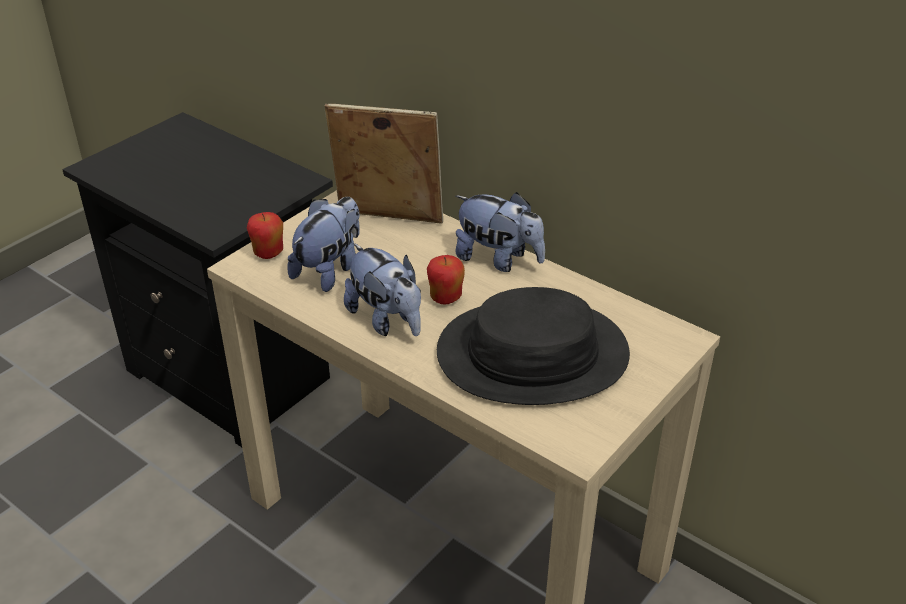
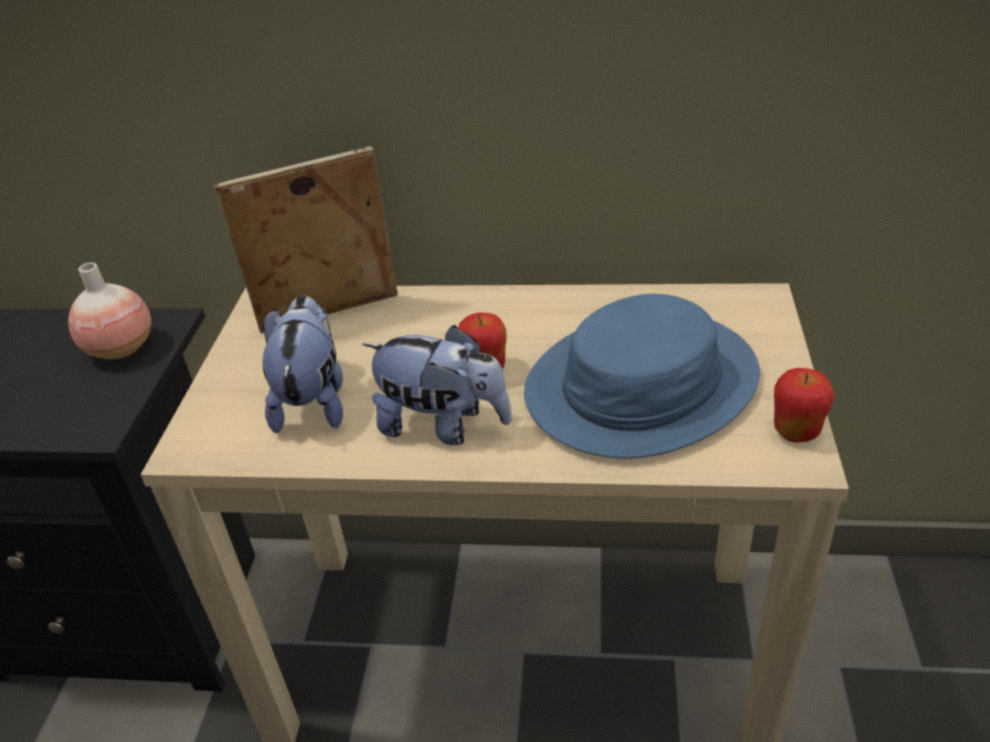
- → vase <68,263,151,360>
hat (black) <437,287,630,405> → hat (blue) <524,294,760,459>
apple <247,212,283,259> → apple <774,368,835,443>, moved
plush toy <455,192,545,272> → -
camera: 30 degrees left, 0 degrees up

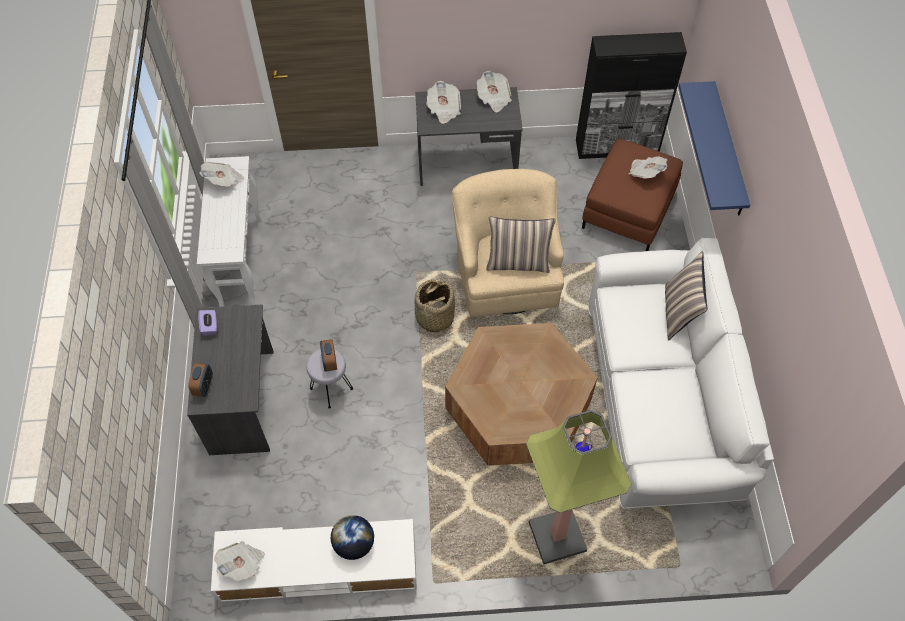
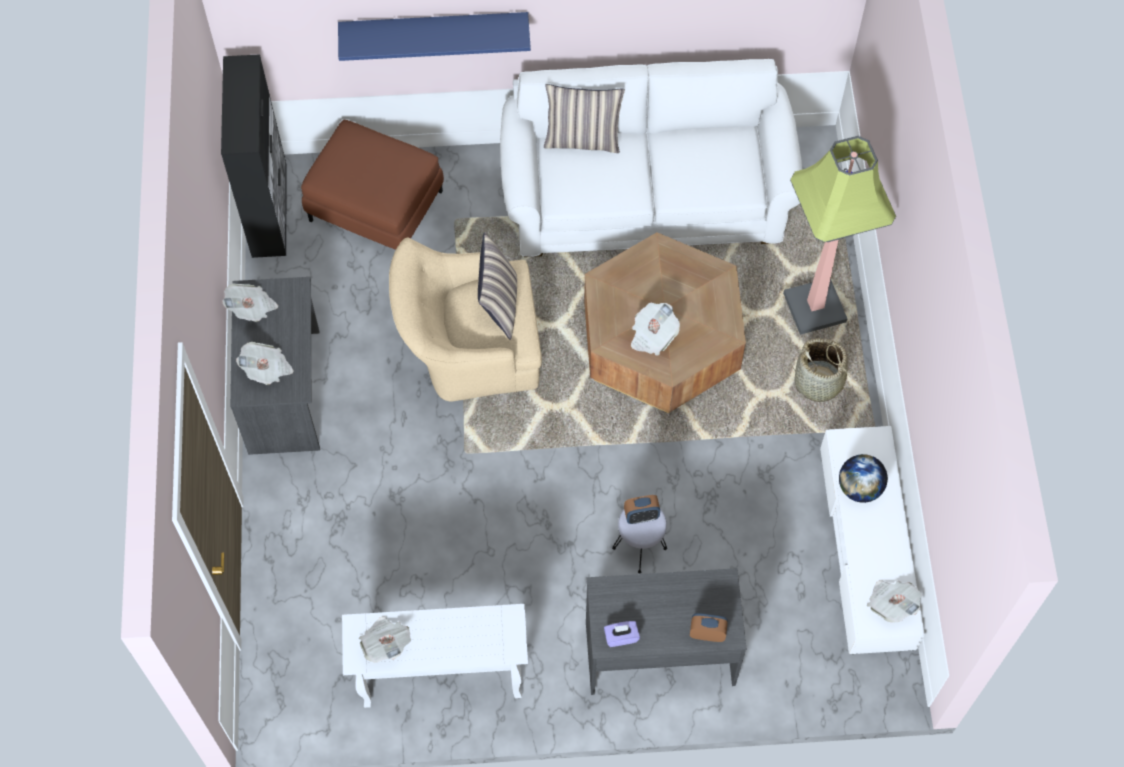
newspaper <629,156,667,178> → newspaper <631,302,680,356>, moved
basket <415,279,455,333> → basket <791,338,853,402>, moved
camera: 90 degrees left, 5 degrees up

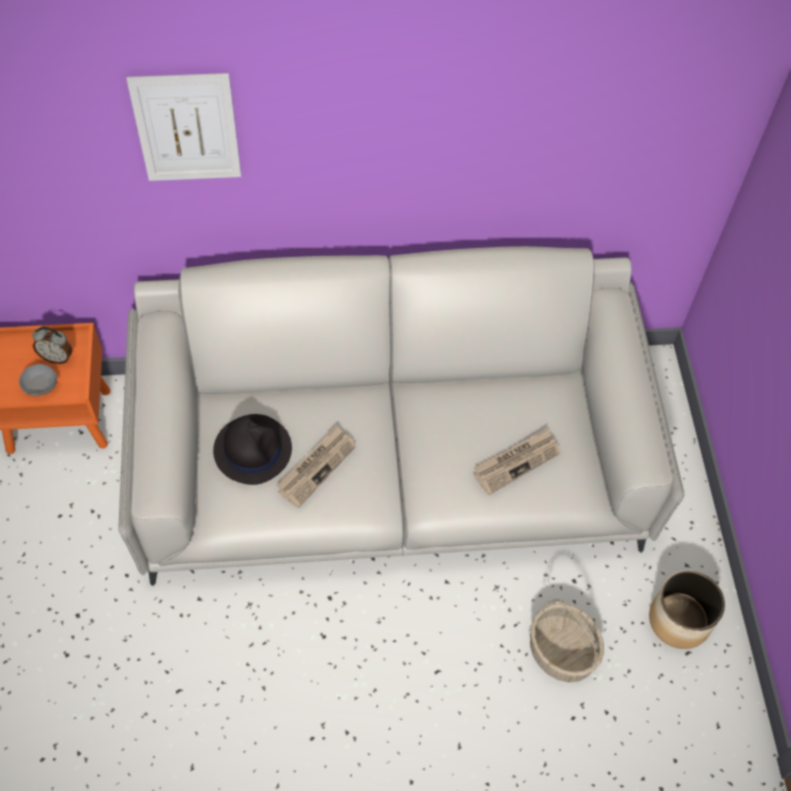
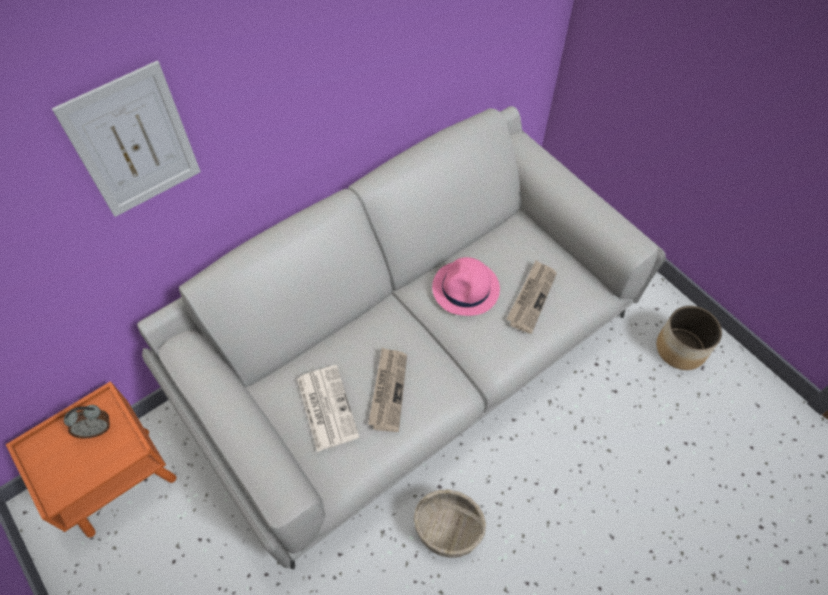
hat (black) <213,414,292,485> → newspaper <297,365,359,452>
basket <530,599,604,682> → basket <414,489,486,558>, moved
- → hat (pink) <432,257,500,316>
bowl (grey) <19,364,57,396> → -
camera: 30 degrees left, 0 degrees up

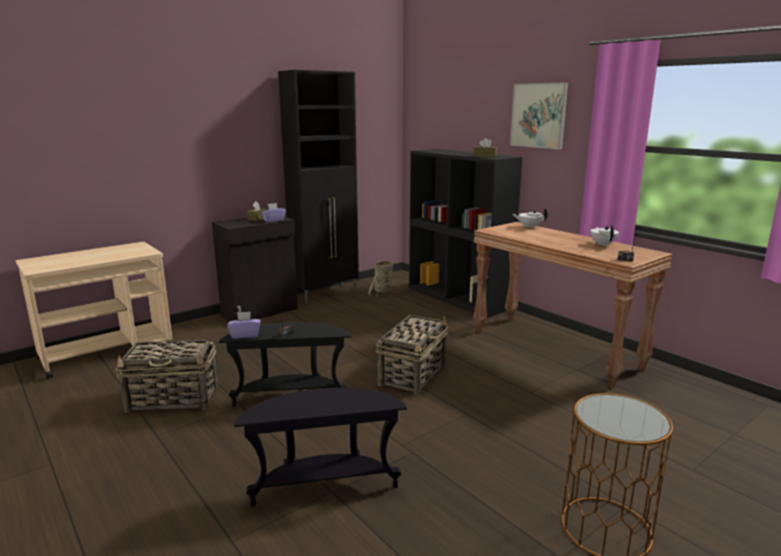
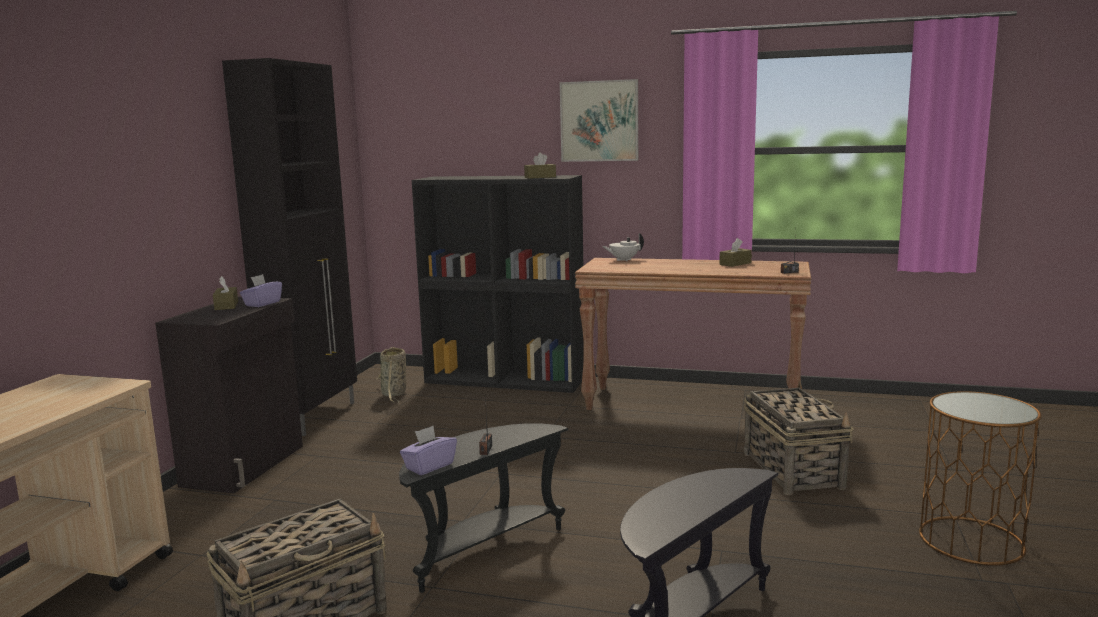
teapot (white) <591,225,619,246> → tissue box (brown) <719,238,752,267>
basket <376,315,448,395> → basket <744,380,854,495>, moved
camera: 35 degrees left, 5 degrees down

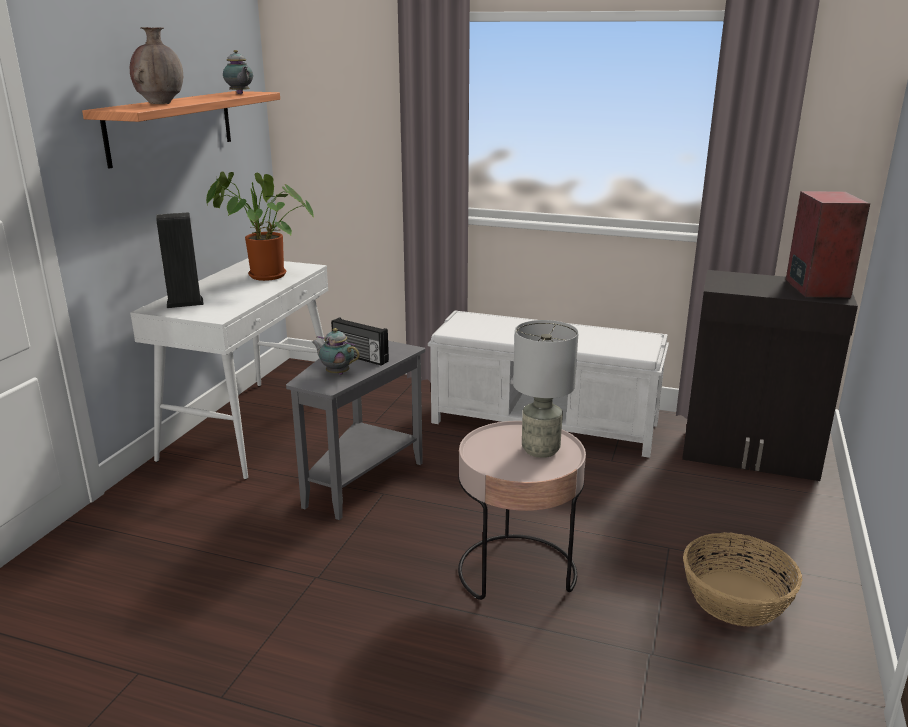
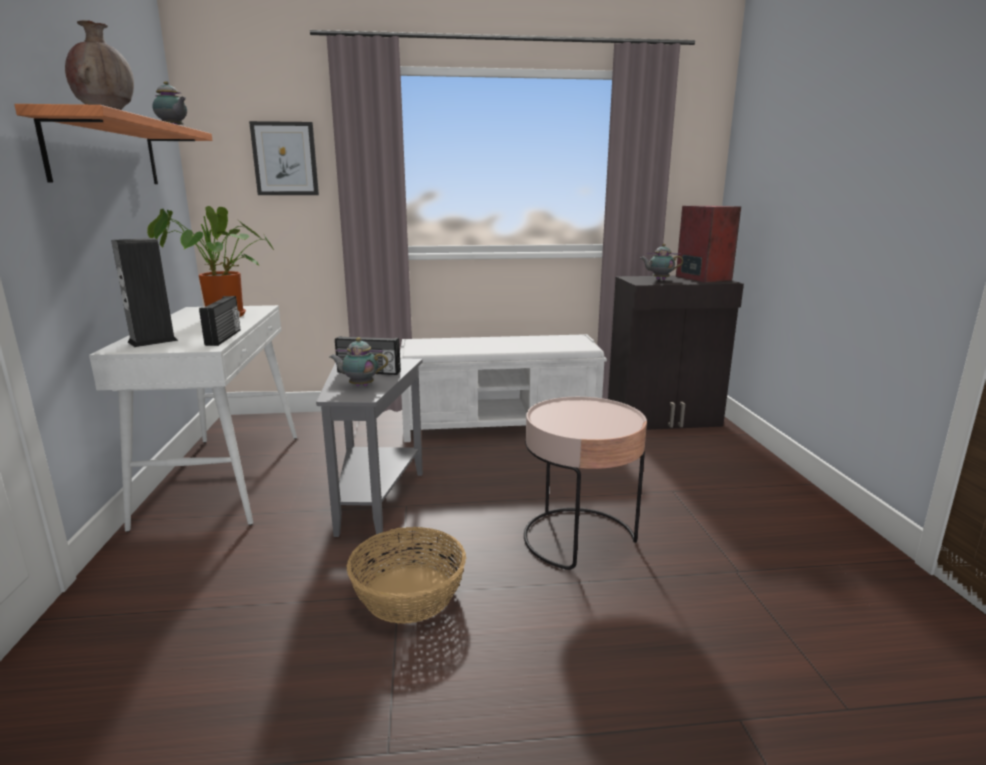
- → radio <199,296,241,346>
- → picture <249,121,319,195>
basket <683,532,803,627> → basket <347,527,466,624>, moved
- → teapot <641,244,683,280>
table lamp (grey) <513,320,579,458> → -
camera: 25 degrees left, 5 degrees down

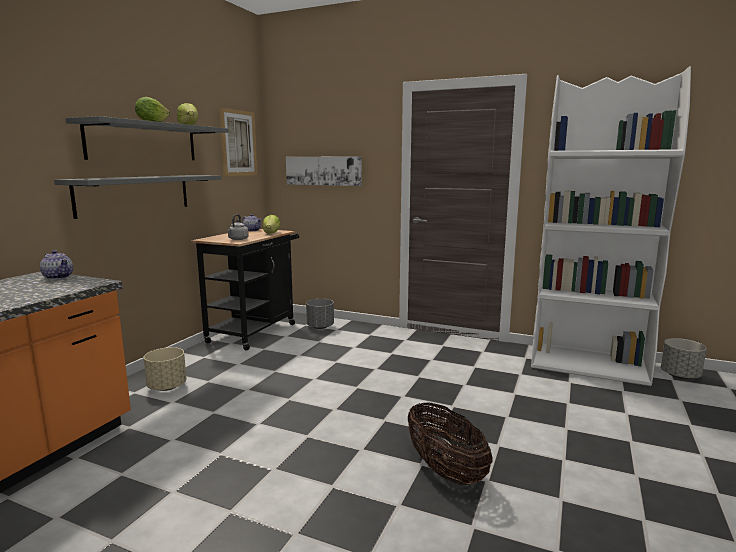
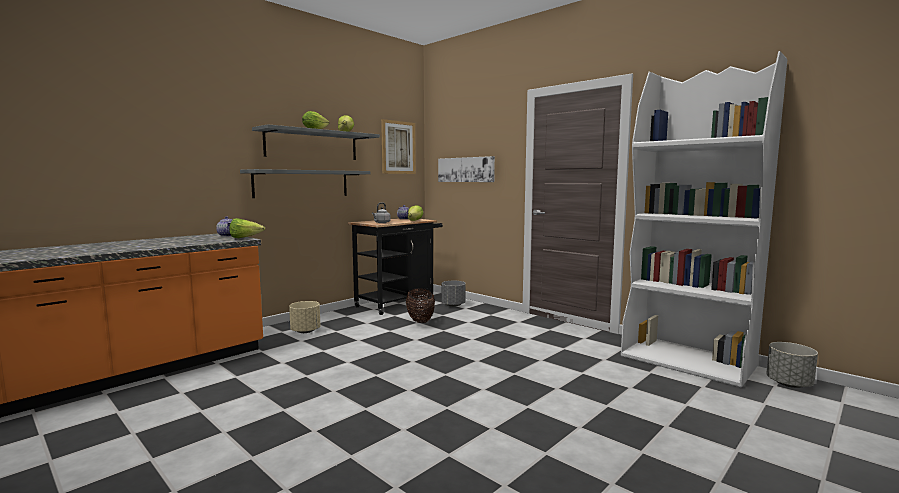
- → lettuce <230,218,265,238>
basket <408,402,493,485> → basket <406,288,435,323>, moved
camera: 20 degrees right, 5 degrees down

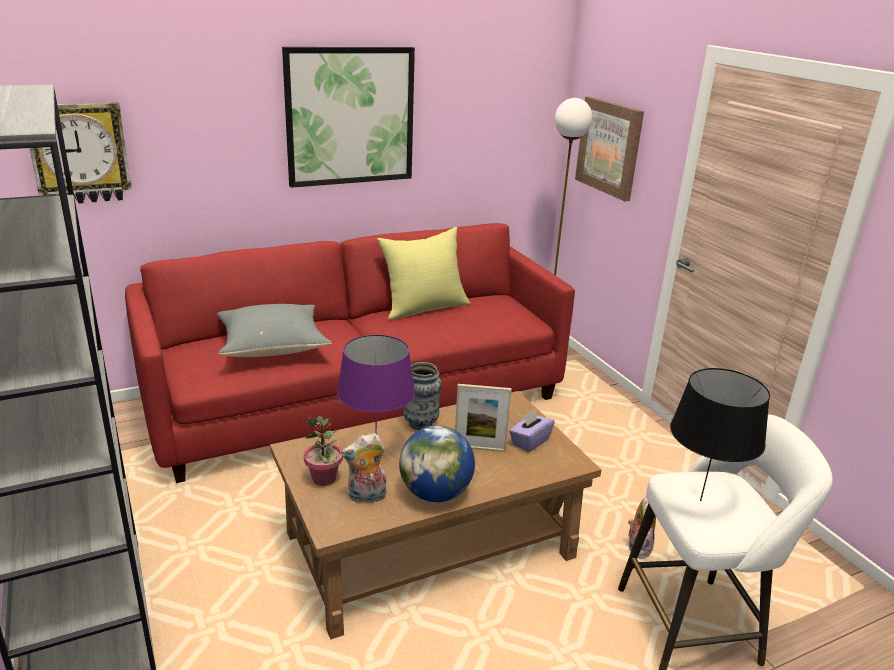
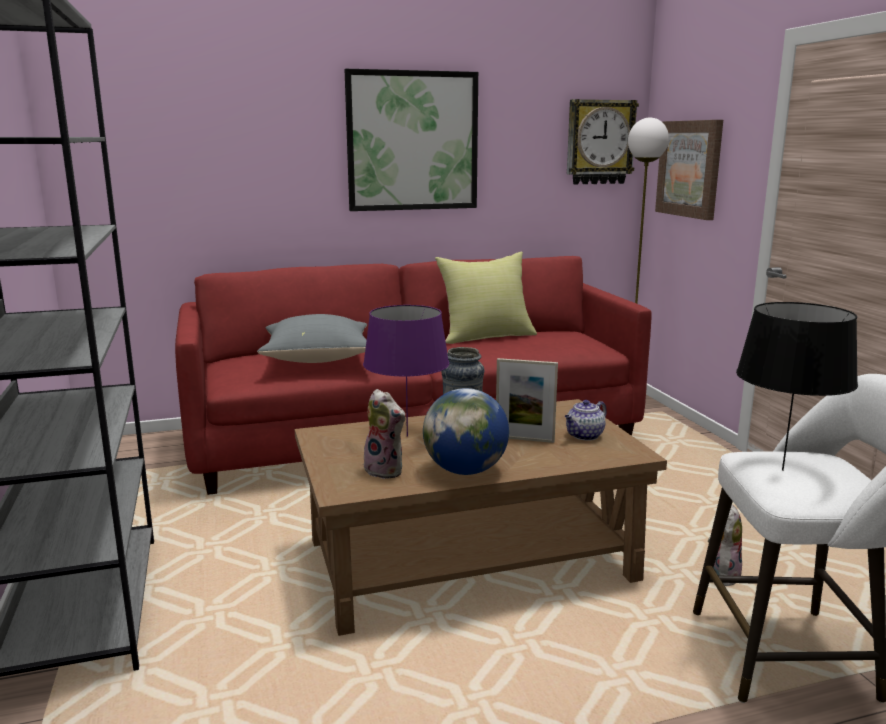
plush toy <341,433,387,504> → plush toy <360,389,406,479>, 135 degrees counterclockwise
tissue box (purple) <509,409,555,452> → teapot <565,400,607,441>
wall clock <30,102,131,203> → wall clock <567,99,639,185>, moved
potted plant <304,416,343,486> → -
camera: 10 degrees right, 10 degrees down

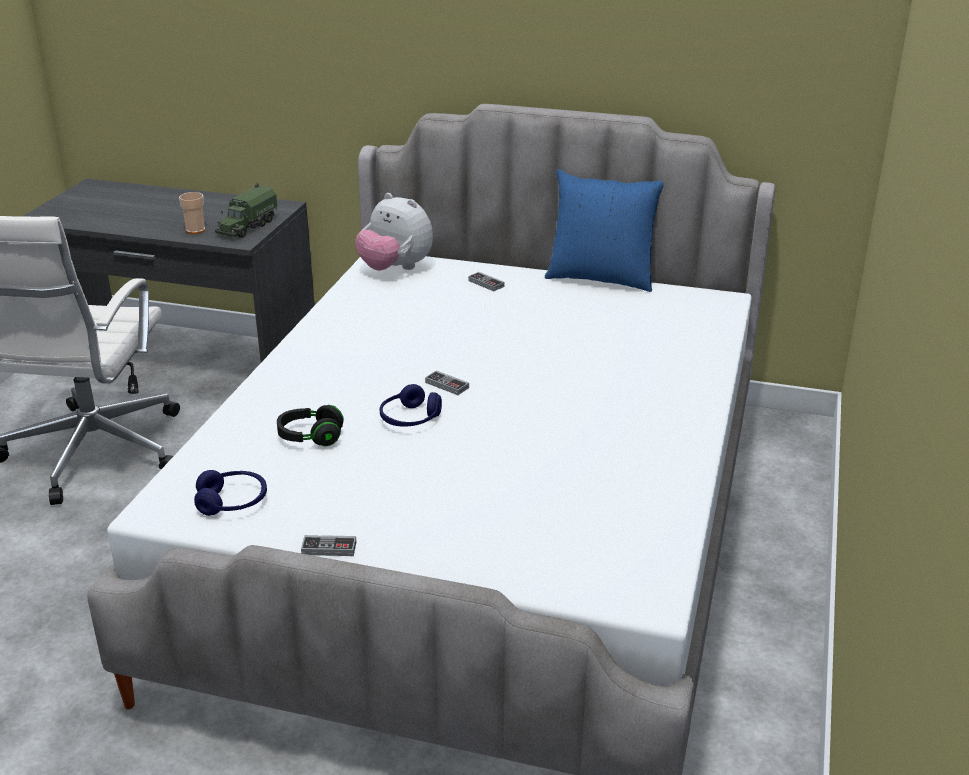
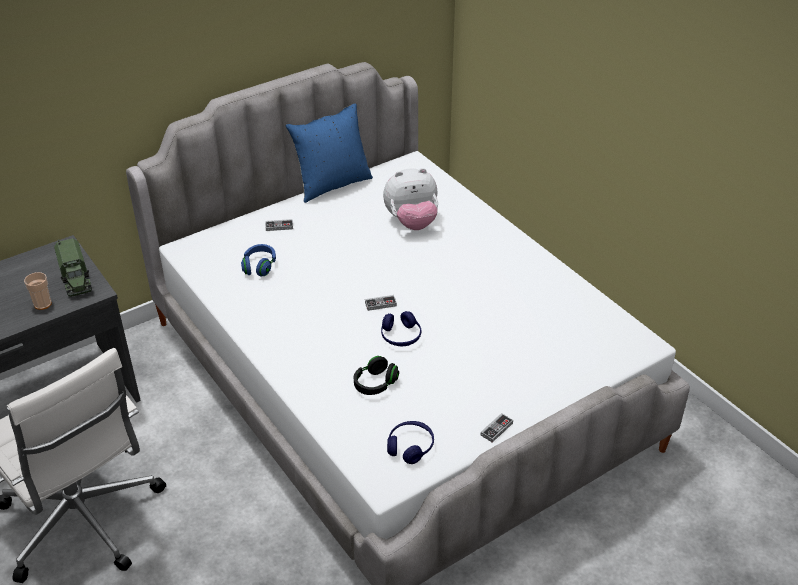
- → headphones (blue) <241,244,276,277>
plush toy <355,193,433,271> → plush toy <383,168,438,230>, moved
camera: 50 degrees left, 10 degrees up

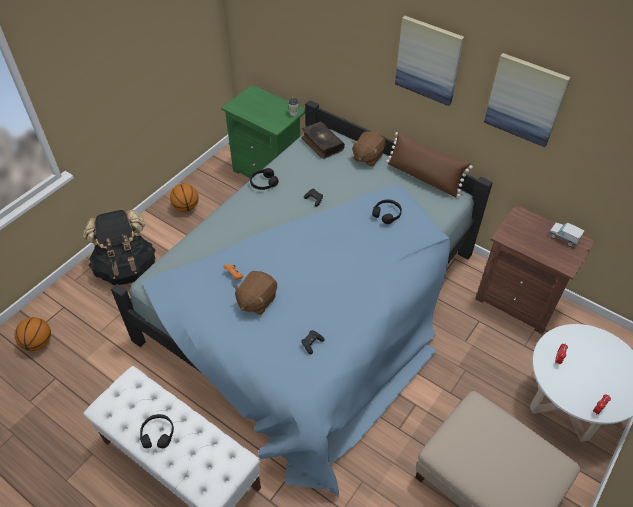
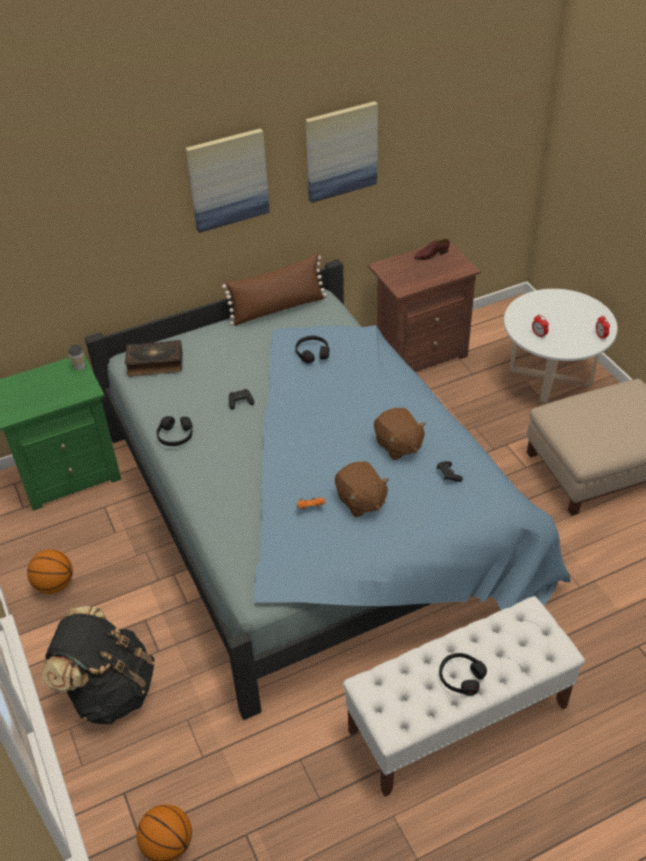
plush toy (brown) <352,131,385,167> → plush toy (brown) <374,408,426,460>, moved
toy truck <549,222,585,246> → shoe (brown) <414,239,450,260>
camera: 60 degrees left, 5 degrees down

